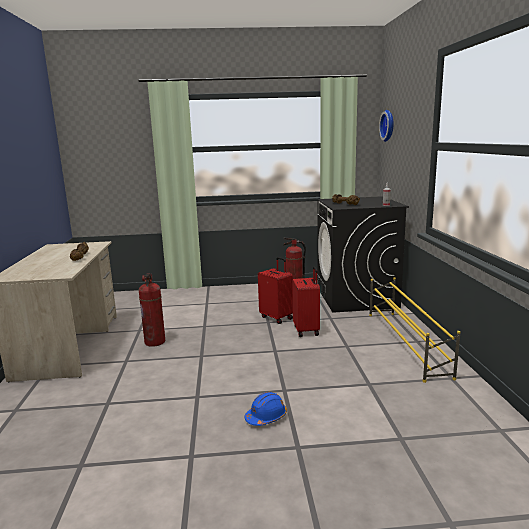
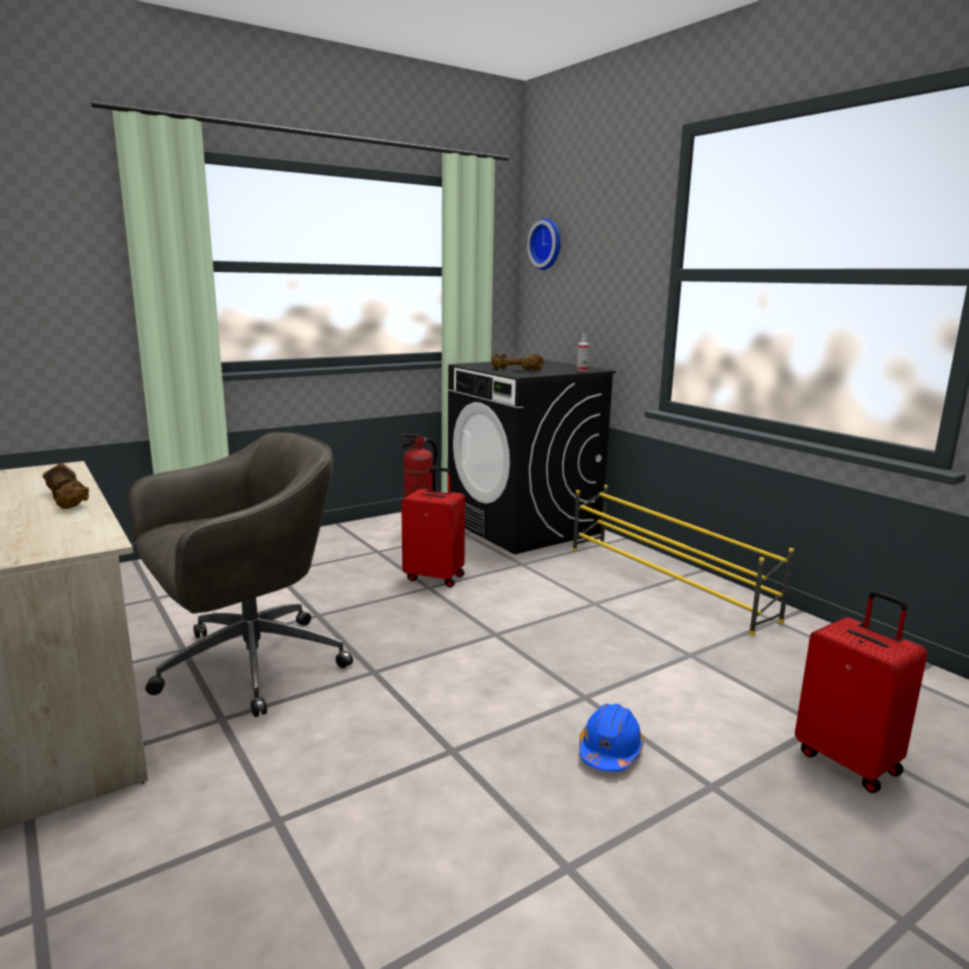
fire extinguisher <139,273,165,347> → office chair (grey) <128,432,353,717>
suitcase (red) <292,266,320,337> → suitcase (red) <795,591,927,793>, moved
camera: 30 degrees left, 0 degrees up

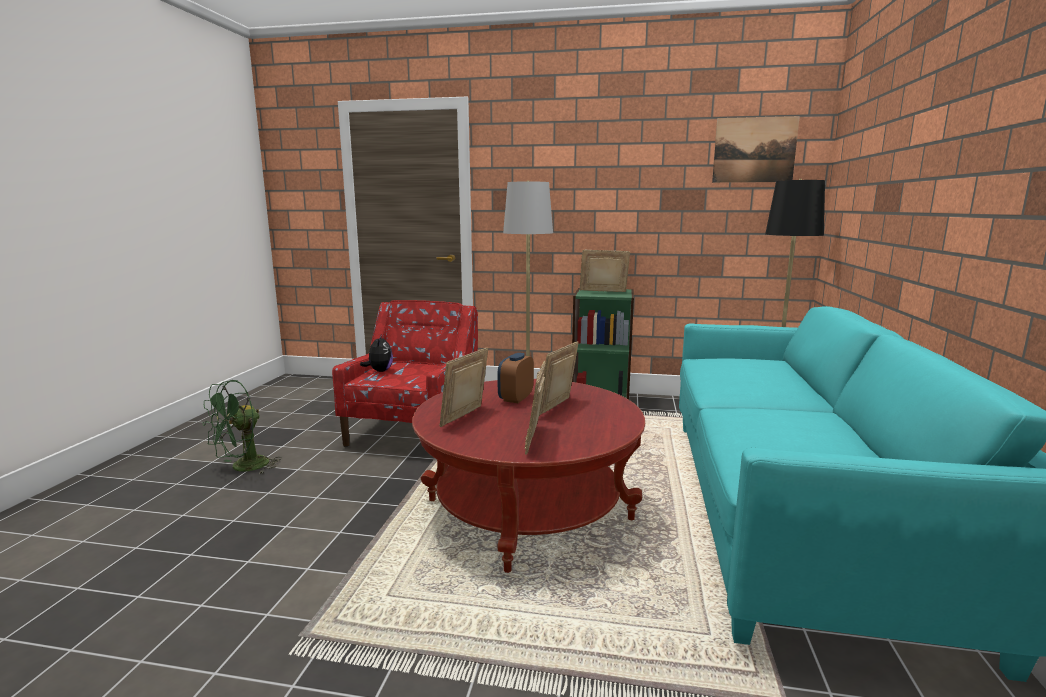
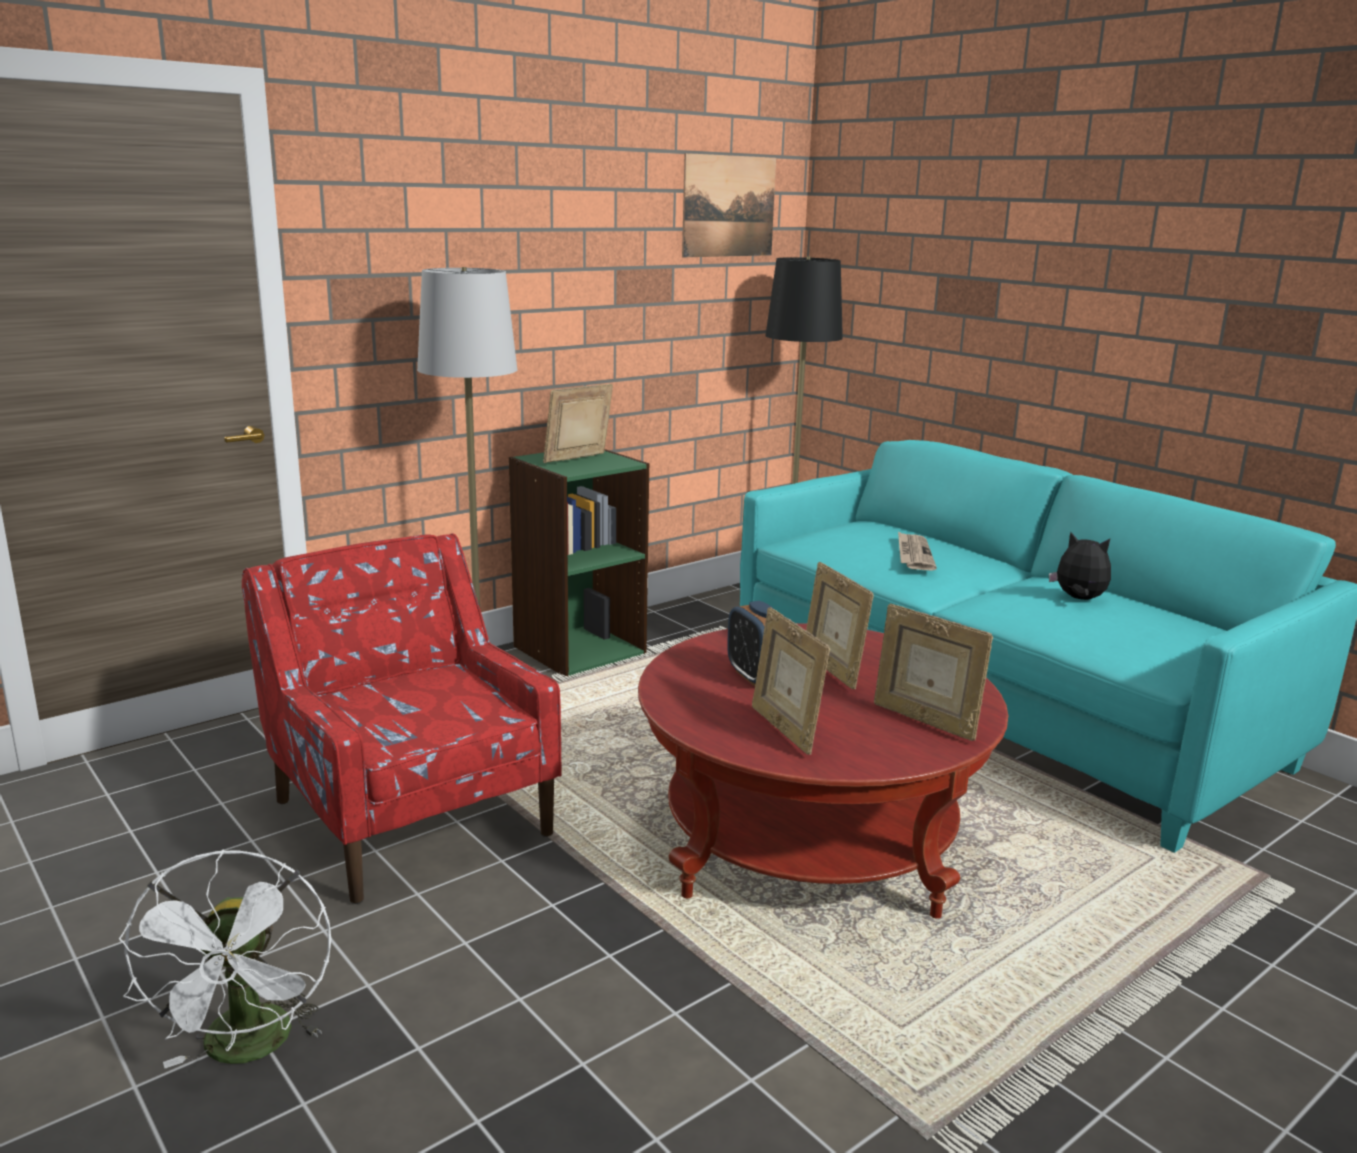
fan (green) <202,380,282,475> → fan (white) <119,849,331,1068>
- → newspaper <898,531,937,571>
plush toy <360,334,393,372> → plush toy <1049,531,1111,600>, moved
camera: 50 degrees left, 5 degrees up

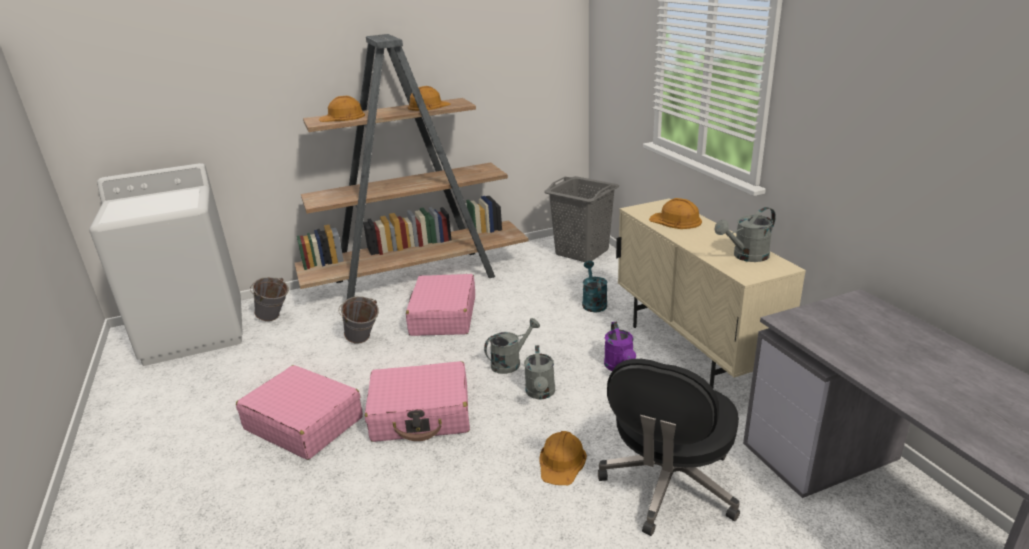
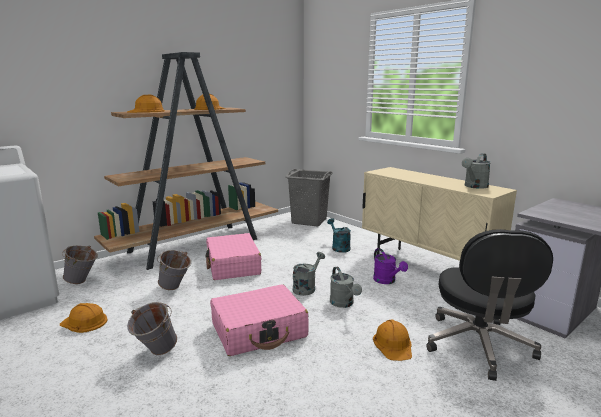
hard hat (orange) <649,198,702,229> → hard hat (orange) <60,303,108,333>, moved
suitcase (pink) <236,365,363,460> → bucket (grey) <127,302,177,355>
camera: 20 degrees left, 10 degrees down

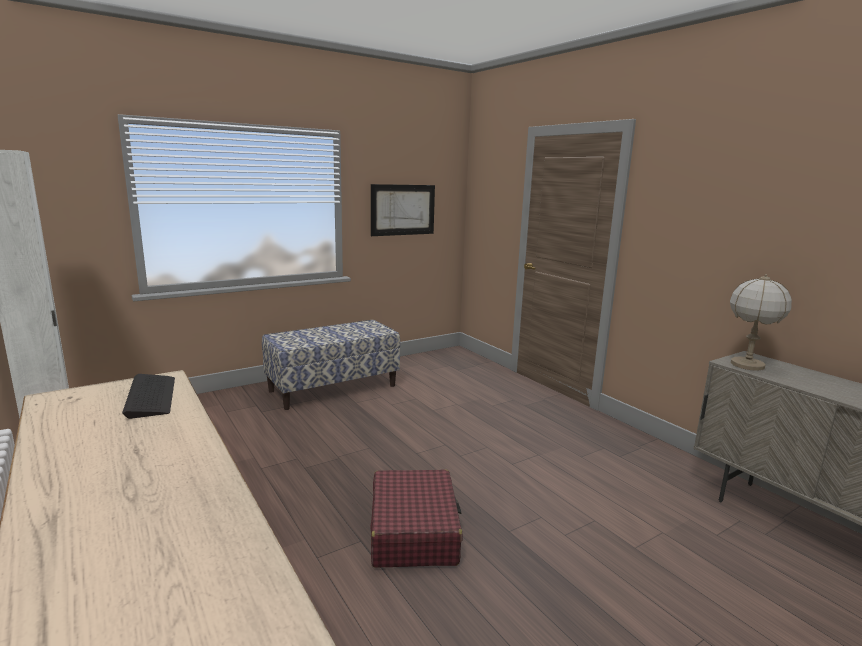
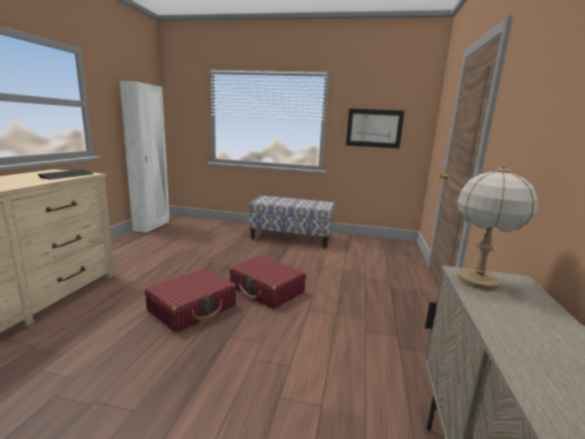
- → suitcase (red) <229,255,306,309>
camera: 45 degrees right, 0 degrees up

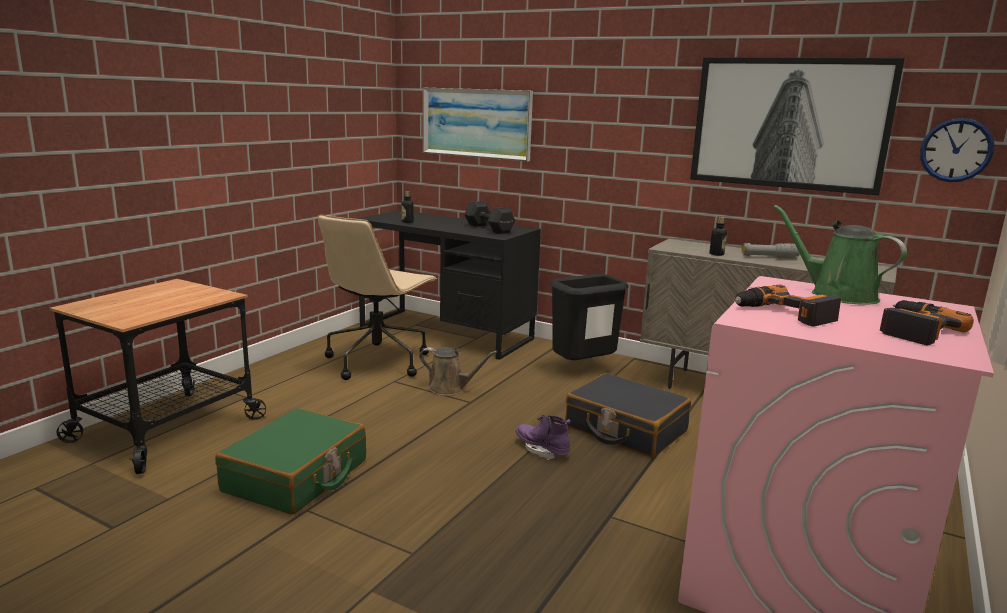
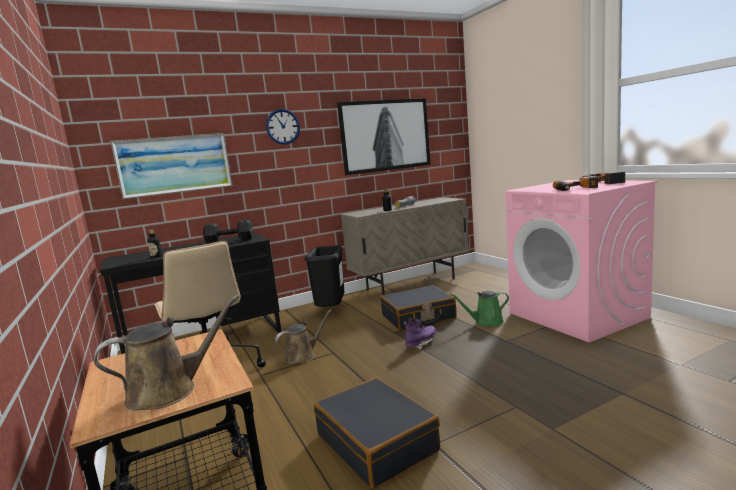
- → watering can (brown) <94,295,239,411>
wall clock <920,118,994,182> → wall clock <266,109,300,145>, moved
suitcase (green) <215,408,366,515> → suitcase (black) <314,377,440,488>
boot (purple) <515,414,570,460> → boot (purple) <404,318,436,350>, 150 degrees clockwise
watering can (green) <773,205,907,305> → watering can (green) <449,291,509,327>, moved
camera: 55 degrees left, 5 degrees down

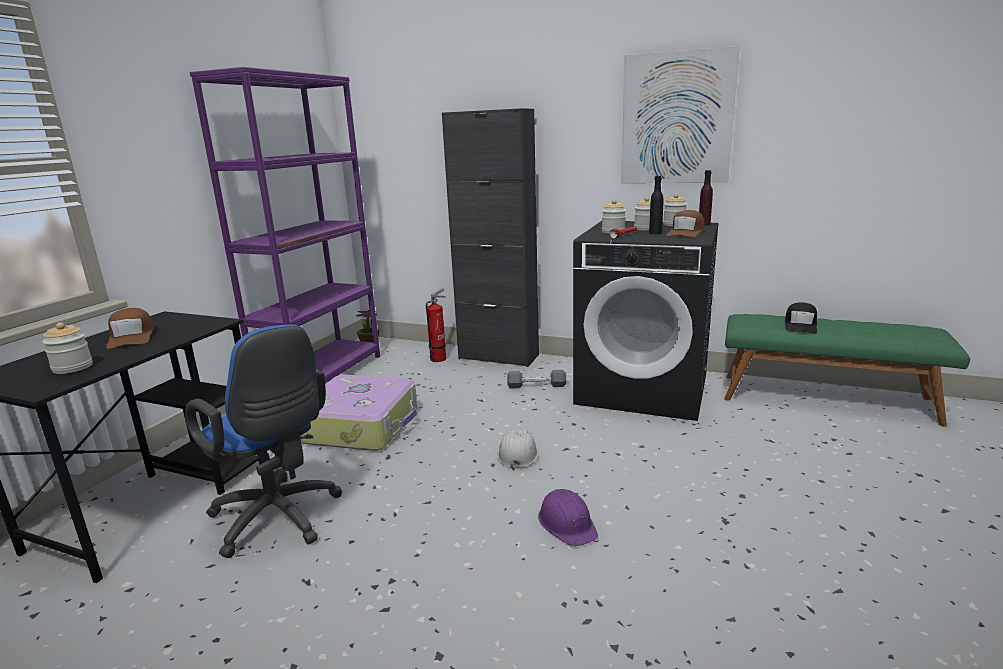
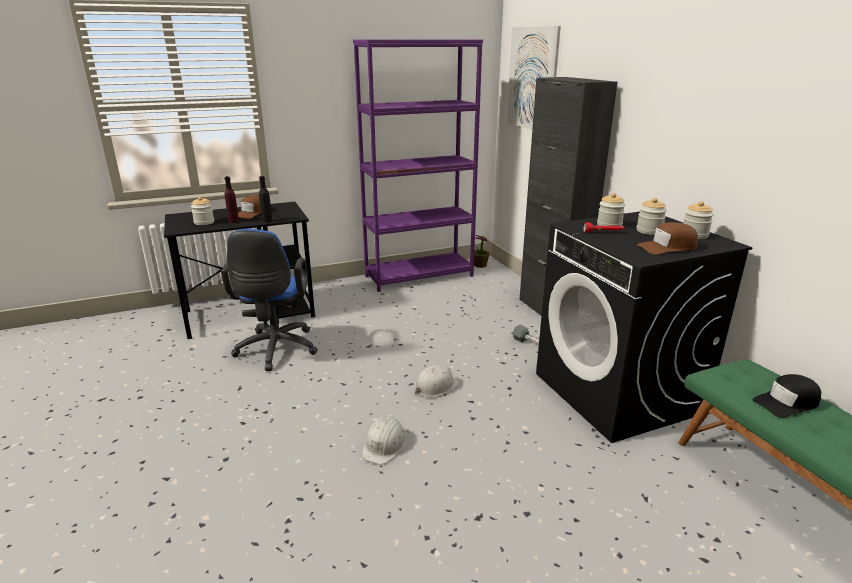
bottle (purple) <699,170,713,225> → bottle (purple) <224,176,239,223>, moved
bottle (black) <649,176,664,234> → bottle (black) <259,176,272,223>, moved
hard hat (purple) <538,489,598,546> → hard hat (white) <362,417,407,465>
picture <621,46,740,183> → picture <507,26,561,129>, moved
suitcase <300,375,417,451> → -
fire extinguisher <426,288,446,362> → -
camera: 45 degrees right, 5 degrees up

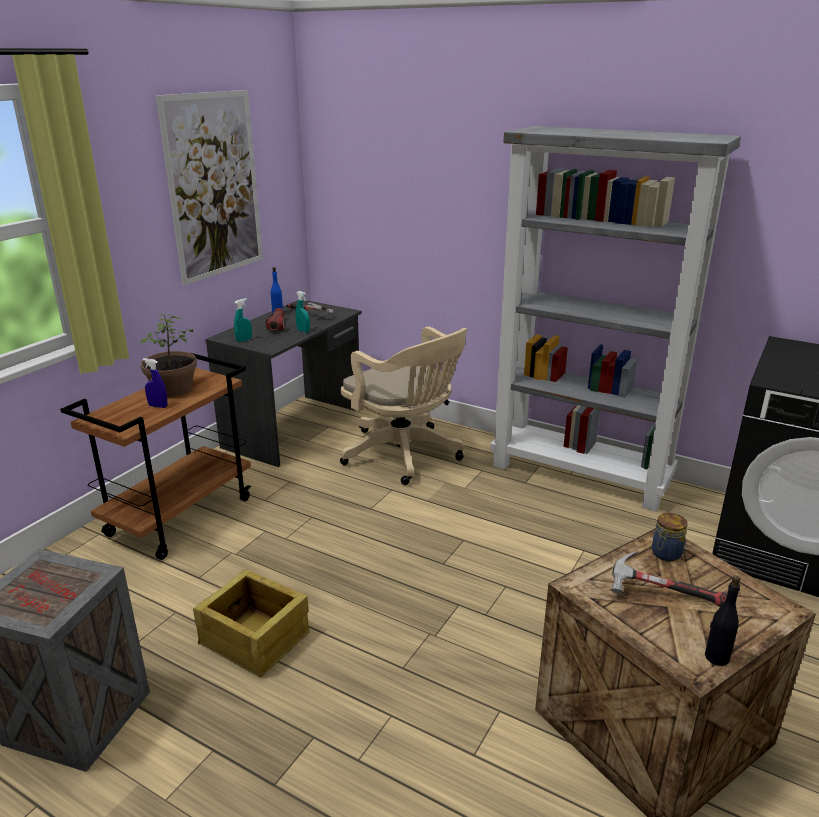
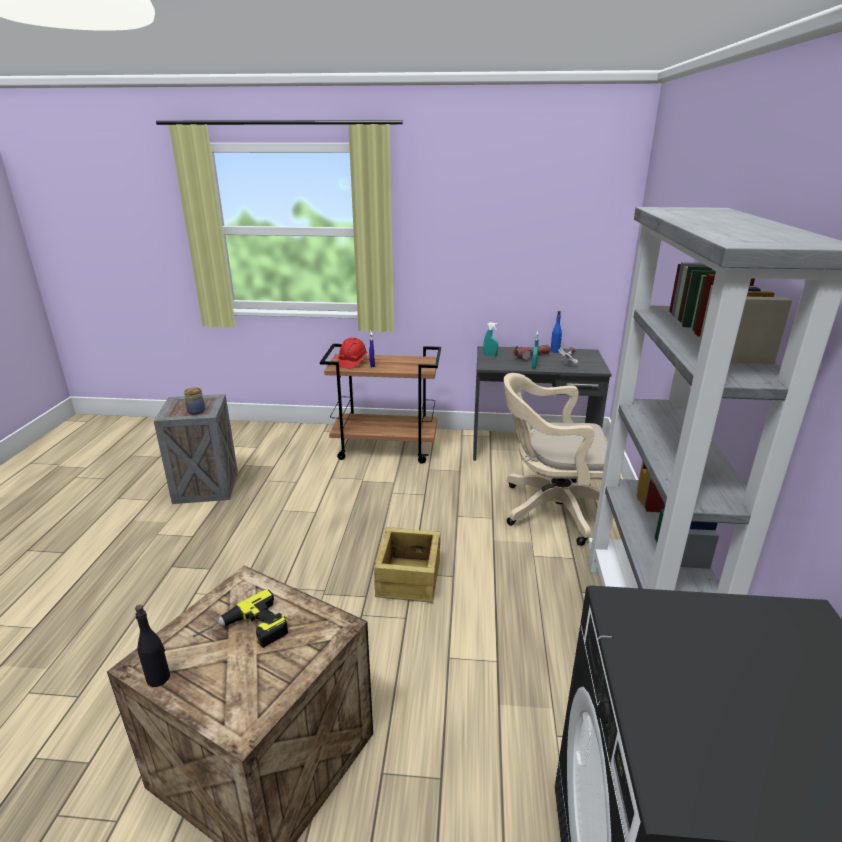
jar <652,513,688,561> → jar <184,387,205,415>, moved
hammer <611,551,727,607> → power drill <192,589,288,648>
- → hard hat (red) <337,338,368,368>
crate <193,569,310,678> → crate <374,527,440,603>, moved
office chair (beige) <340,326,467,485> → office chair (beige) <504,373,608,546>, 75 degrees clockwise
potted plant <141,314,197,397> → -
picture <156,90,263,285> → -
camera: 65 degrees right, 0 degrees up

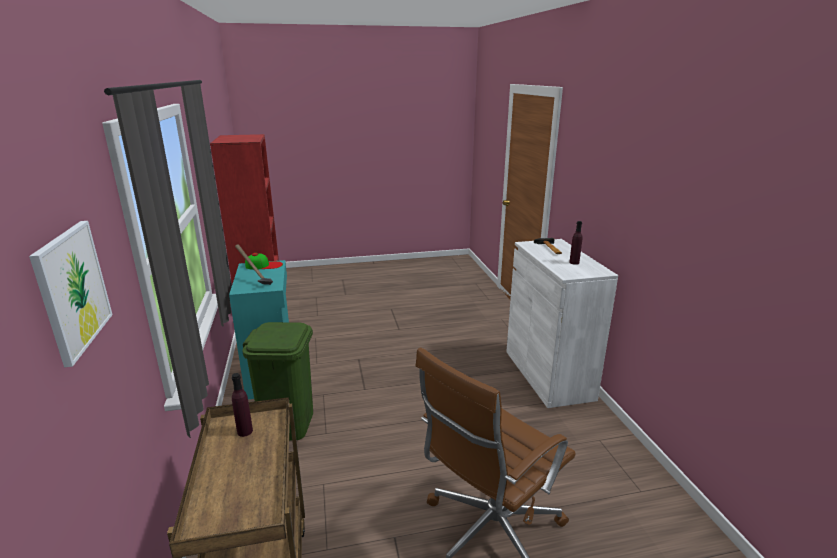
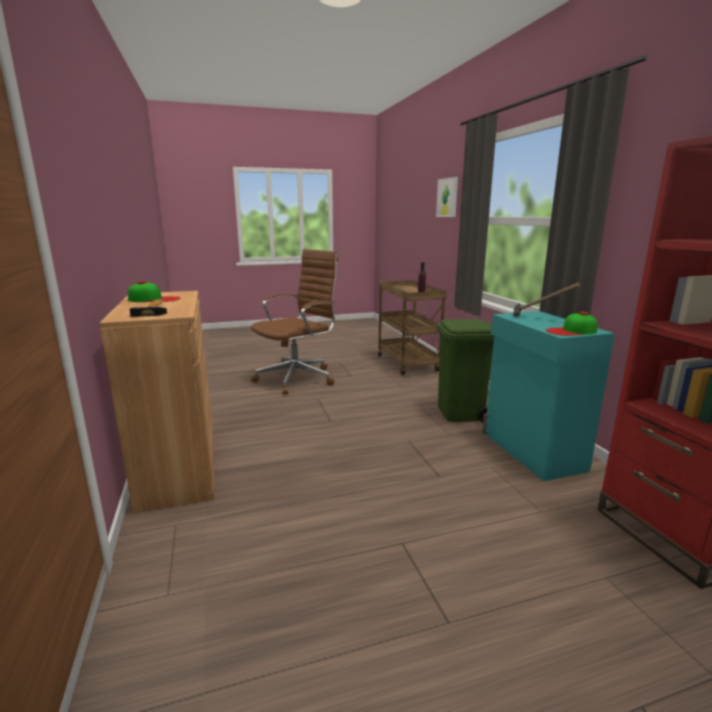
cabinet (white) <506,239,618,408> → cabinet (brown) <99,291,214,513>
bottle (purple) <569,221,582,265> → cap <128,281,181,302>
camera: 175 degrees right, 5 degrees down

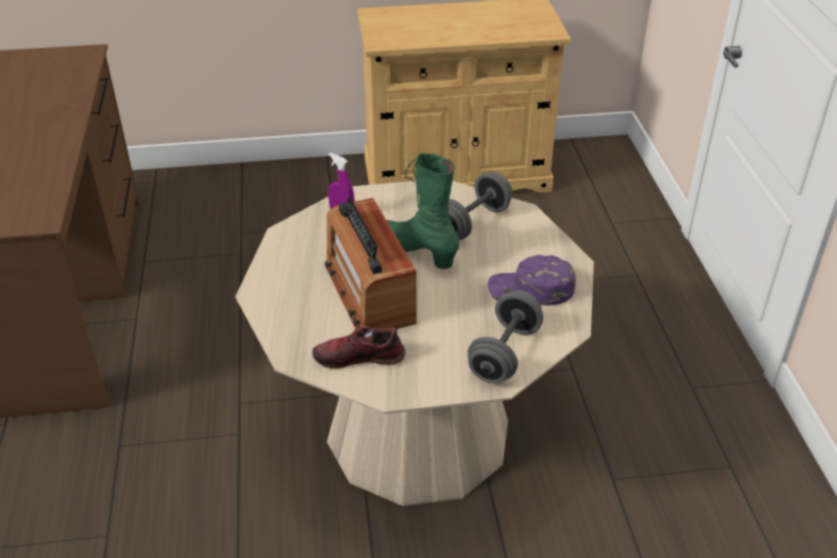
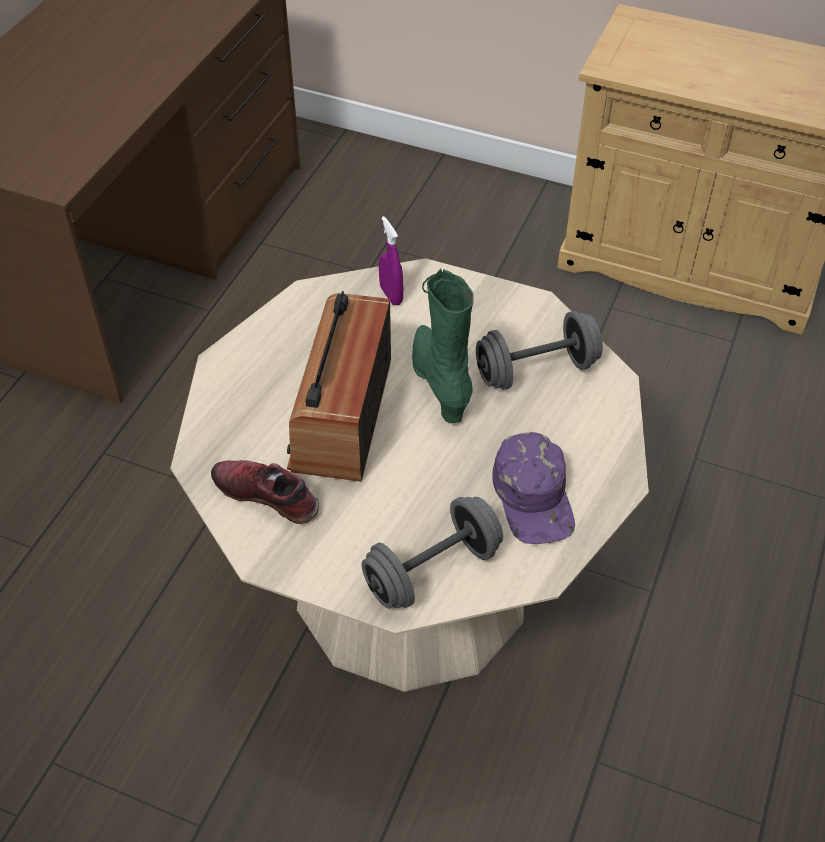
cap (purple) <488,255,576,305> → cap (purple) <492,432,575,544>, 135 degrees counterclockwise
camera: 30 degrees right, 10 degrees up

